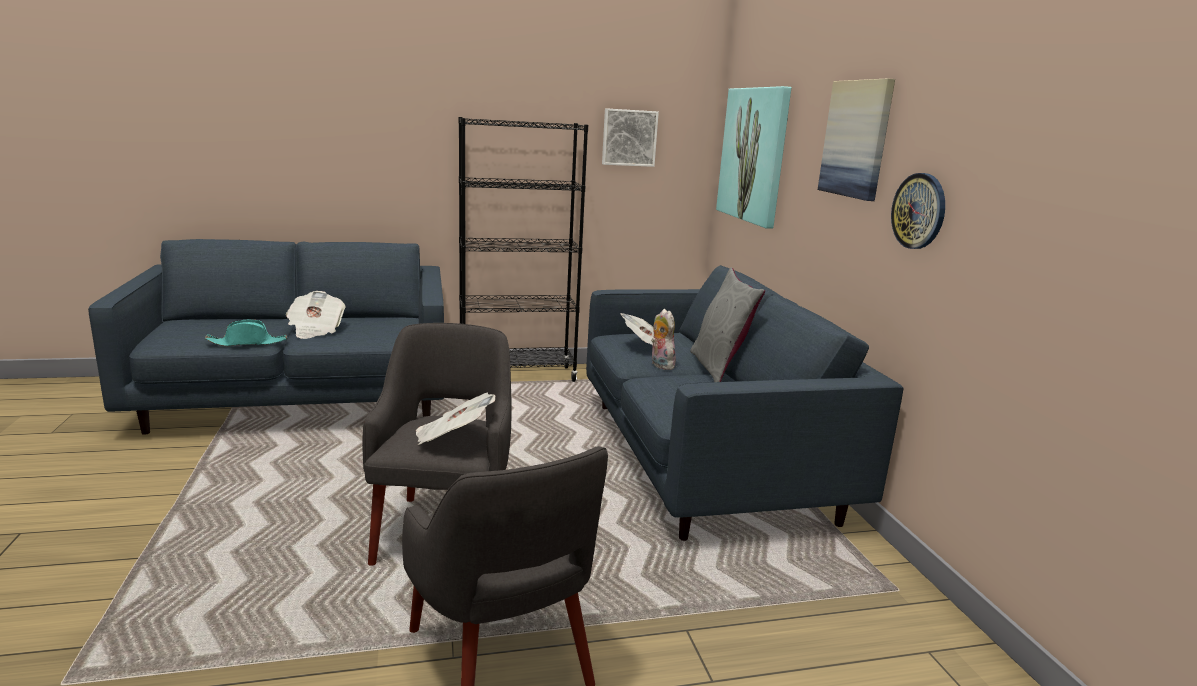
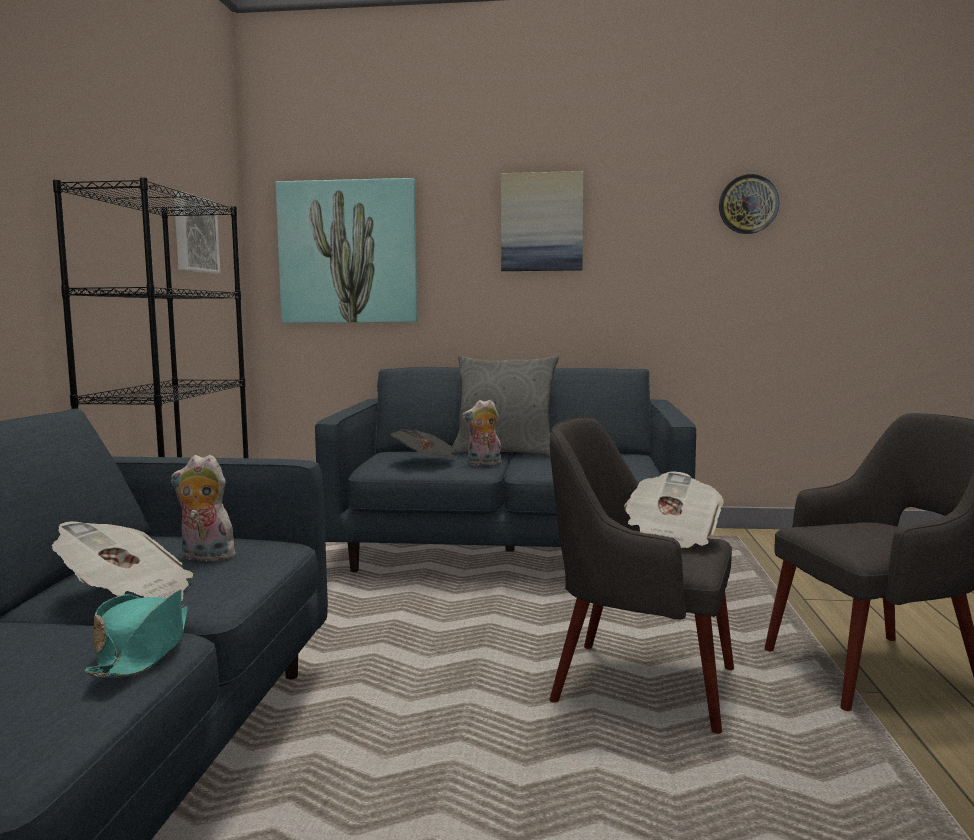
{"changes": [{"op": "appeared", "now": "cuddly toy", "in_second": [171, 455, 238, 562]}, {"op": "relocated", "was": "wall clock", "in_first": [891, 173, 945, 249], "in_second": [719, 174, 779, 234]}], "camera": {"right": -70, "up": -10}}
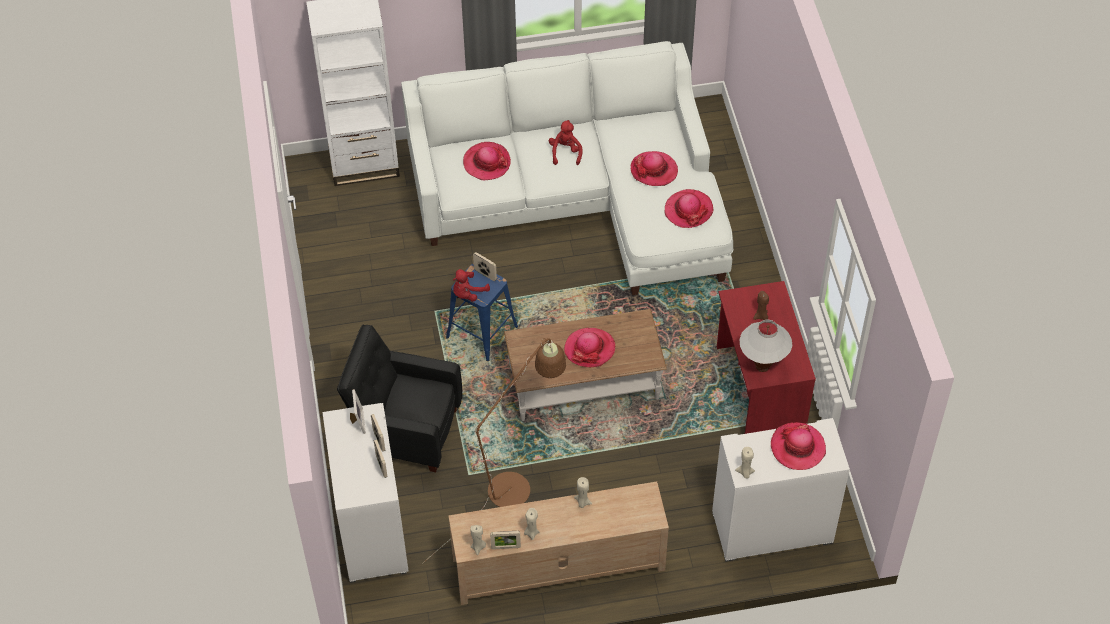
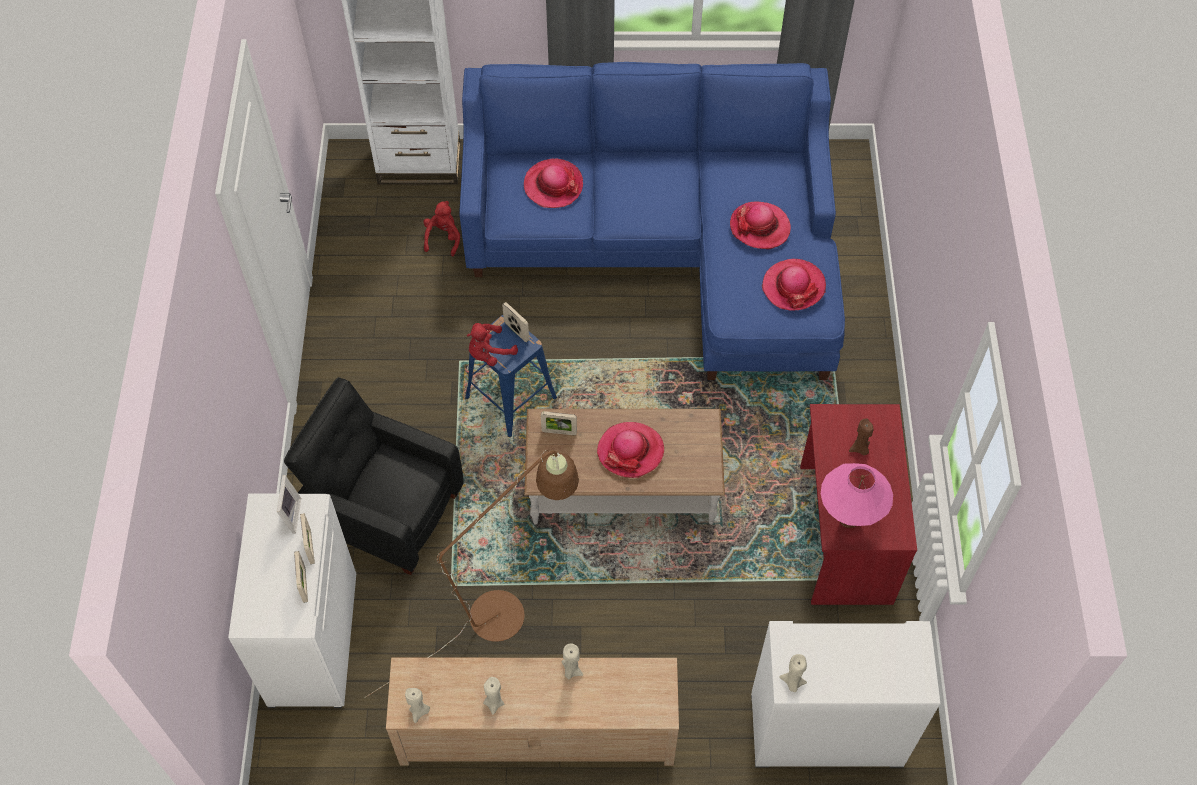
{"changes": [{"op": "missing", "was": "wearable hat", "in_first": [771, 422, 826, 470]}, {"op": "relocated", "was": "standing frame", "in_first": [490, 531, 521, 549], "in_second": [541, 411, 577, 435]}, {"op": "relocated", "was": "cuddly toy (red)", "in_first": [549, 120, 582, 165], "in_second": [423, 201, 460, 256]}, {"op": "colour", "was": "settee (whitish)", "now": "settee (bluish)", "in_first": [401, 41, 733, 295], "in_second": [459, 62, 845, 380]}, {"op": "colour", "was": "tabletop lamp (whitish)", "now": "tabletop lamp (pink-coloured)", "in_first": [739, 320, 792, 372], "in_second": [821, 463, 893, 528]}], "camera": {"right": 10, "up": 5}}
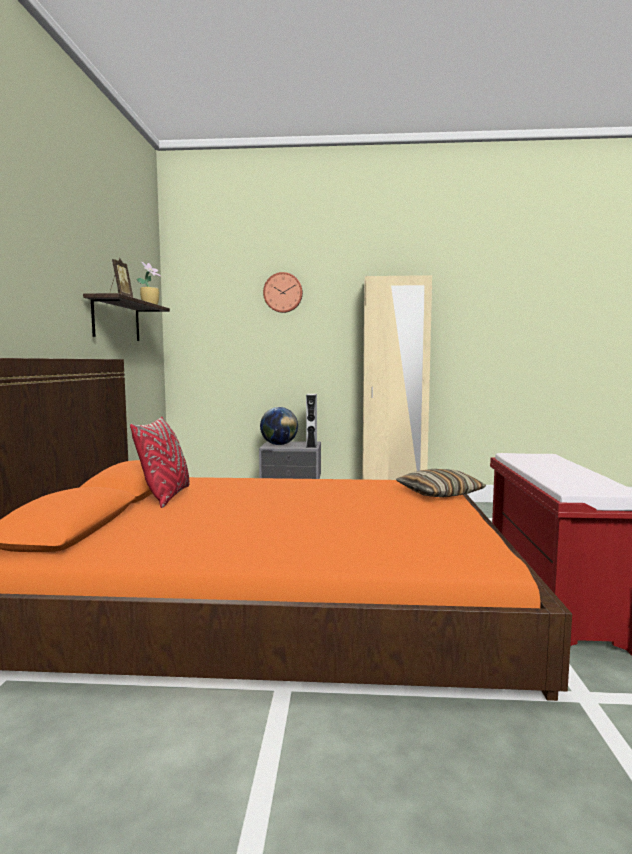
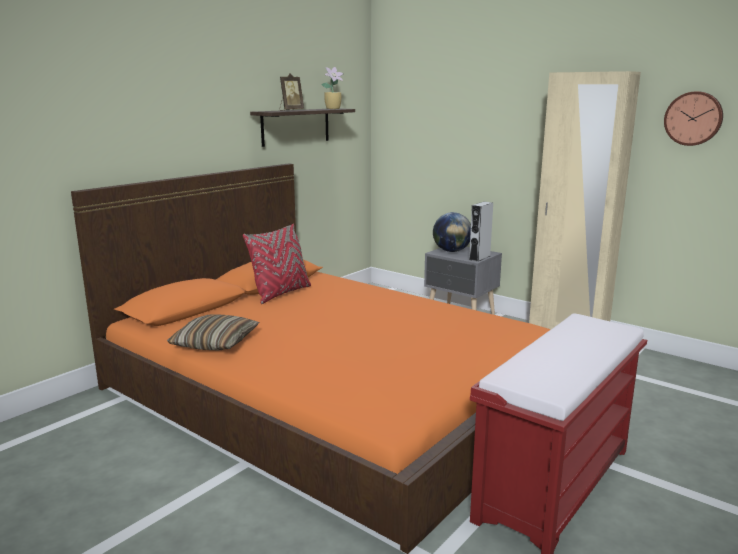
{"changes": [{"op": "relocated", "was": "wall clock", "in_first": [263, 272, 303, 313], "in_second": [664, 91, 723, 146]}, {"op": "relocated", "was": "cushion", "in_first": [396, 469, 486, 497], "in_second": [167, 314, 259, 350]}], "camera": {"right": 35, "up": 10}}
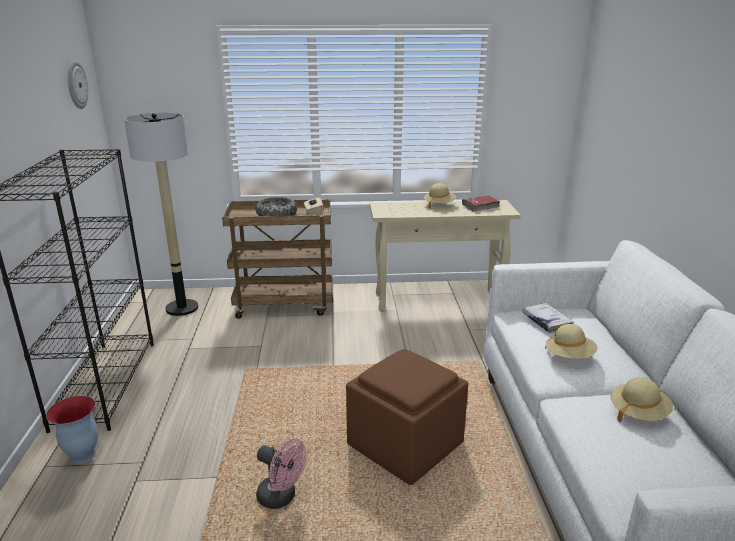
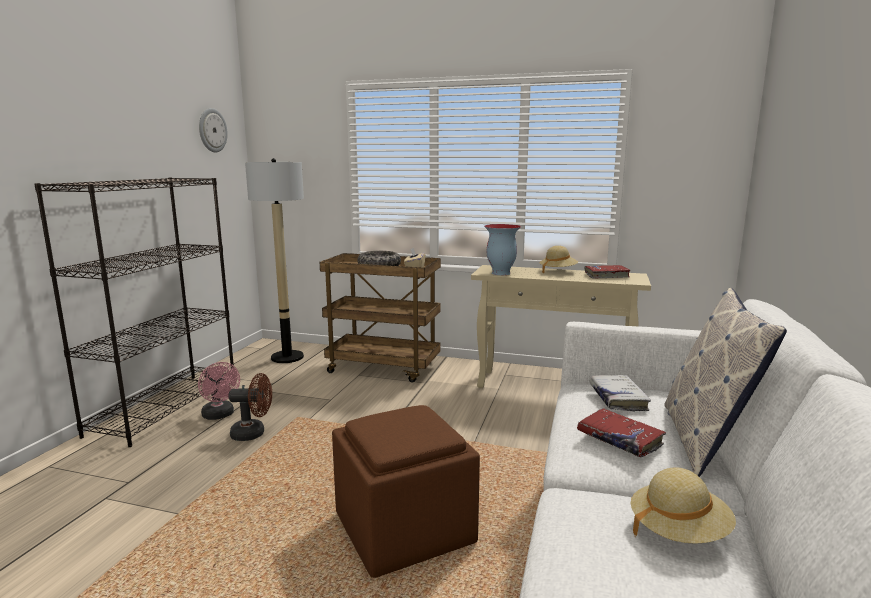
{"changes": [{"op": "appeared", "now": "electric fan (brownish)", "in_second": [228, 373, 272, 441]}, {"op": "appeared", "now": "cushion", "in_second": [664, 288, 787, 477]}, {"op": "relocated", "was": "vase", "in_first": [46, 396, 98, 464], "in_second": [484, 224, 521, 275]}, {"op": "relocated", "was": "electric fan (pink-coloured)", "in_first": [256, 438, 306, 509], "in_second": [198, 362, 240, 420]}, {"op": "exchanged", "was": "wearable hat (sand-coloured)", "now": "bound book (red)", "in_first": [545, 324, 597, 359], "in_second": [577, 408, 666, 458]}], "camera": {"right": 20, "up": -10}}
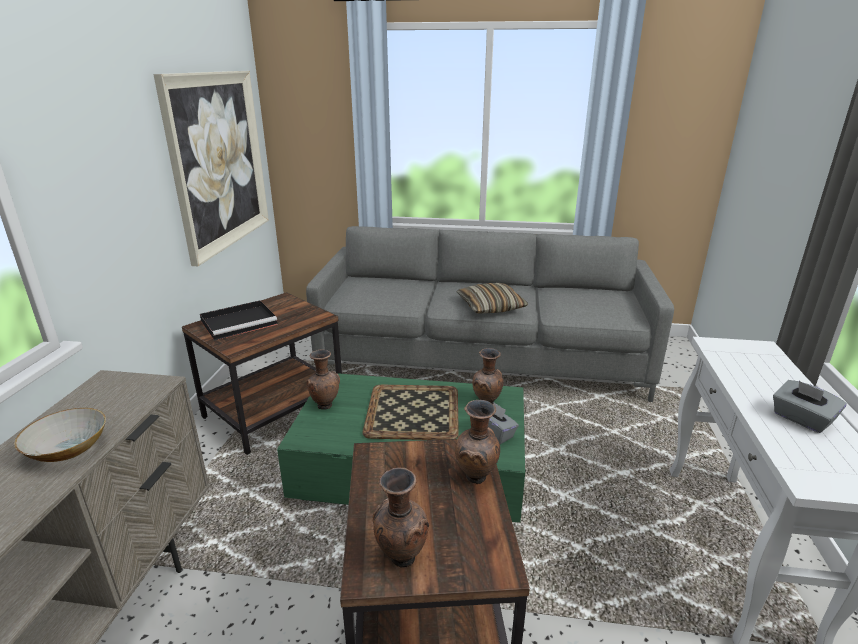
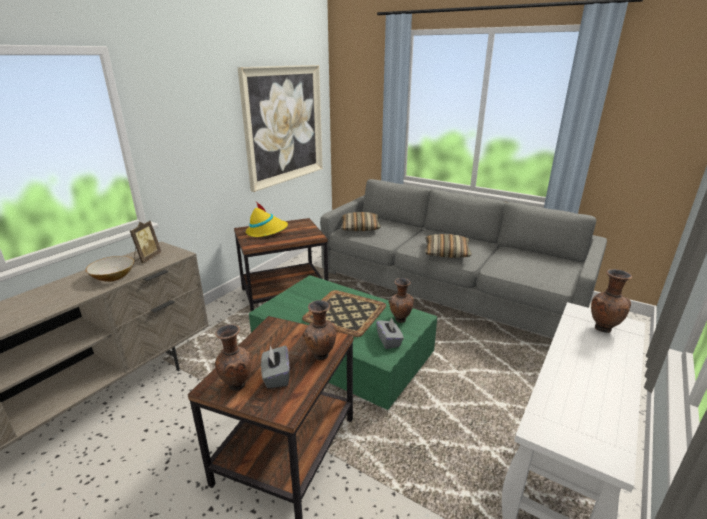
{"changes": [{"op": "appeared", "now": "standing frame", "in_second": [130, 221, 161, 263]}, {"op": "appeared", "now": "cushion", "in_second": [340, 212, 381, 231]}, {"op": "relocated", "was": "vase (brownish)", "in_first": [306, 350, 340, 410], "in_second": [591, 269, 632, 333]}, {"op": "relocated", "was": "box of tissues (greyish)", "in_first": [773, 380, 847, 433], "in_second": [261, 345, 289, 388]}, {"op": "exchanged", "was": "tray (black-coloured)", "now": "wearable hat (yellowish)", "in_first": [200, 301, 278, 341], "in_second": [246, 203, 288, 237]}], "camera": {"right": 25, "up": 0}}
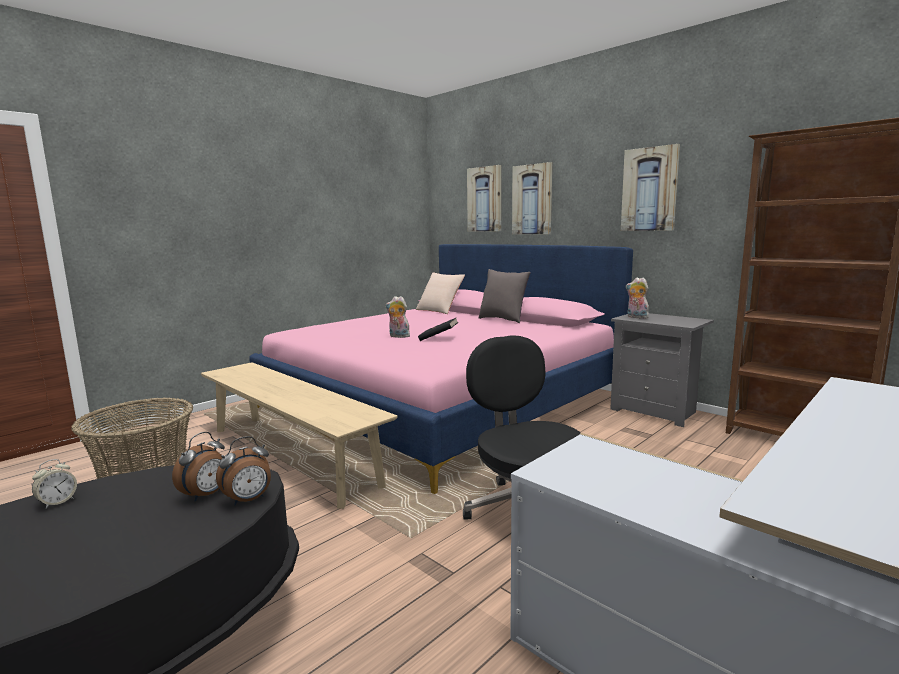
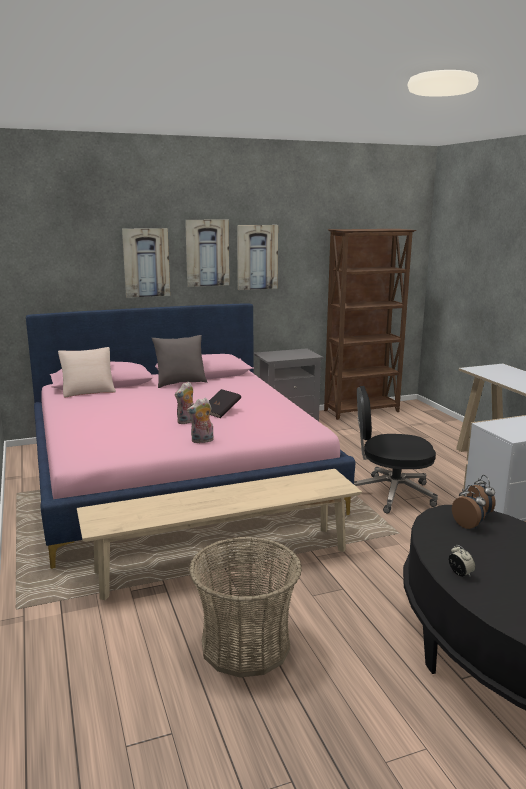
{"changes": [{"op": "relocated", "was": "wall picture", "in_first": [467, 165, 501, 232], "in_second": [185, 220, 229, 287]}, {"op": "relocated", "was": "cuddly toy", "in_first": [626, 277, 649, 319], "in_second": [187, 398, 214, 443]}], "camera": {"right": -65, "up": 5}}
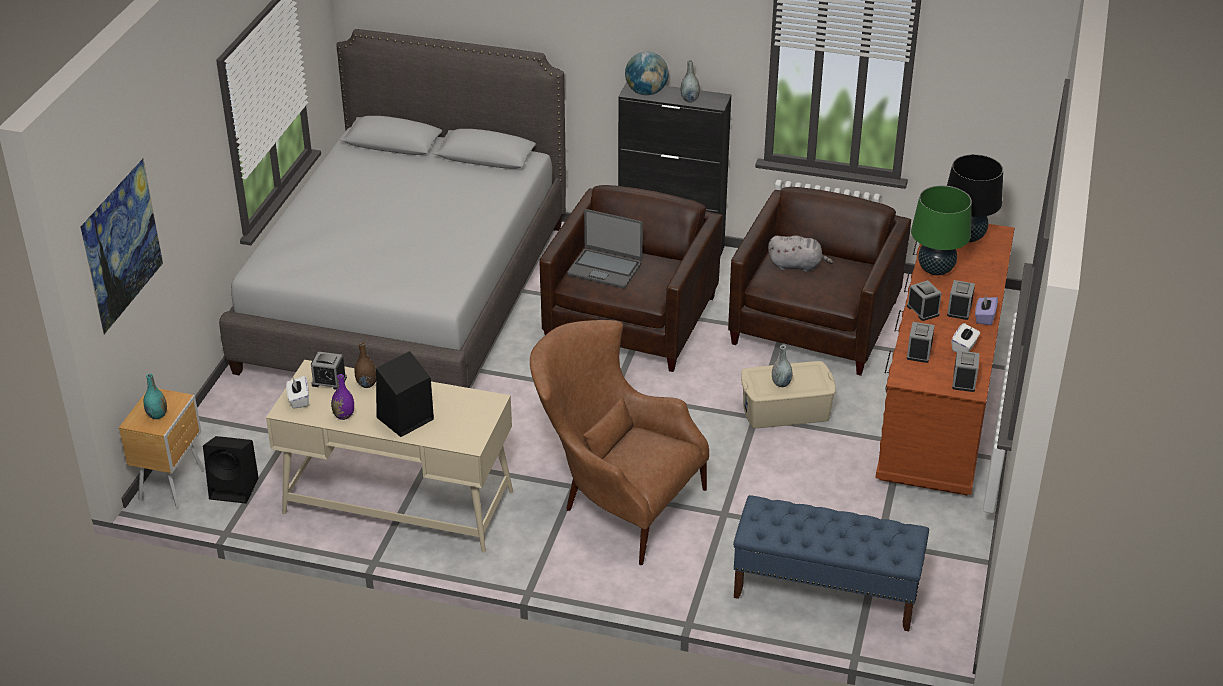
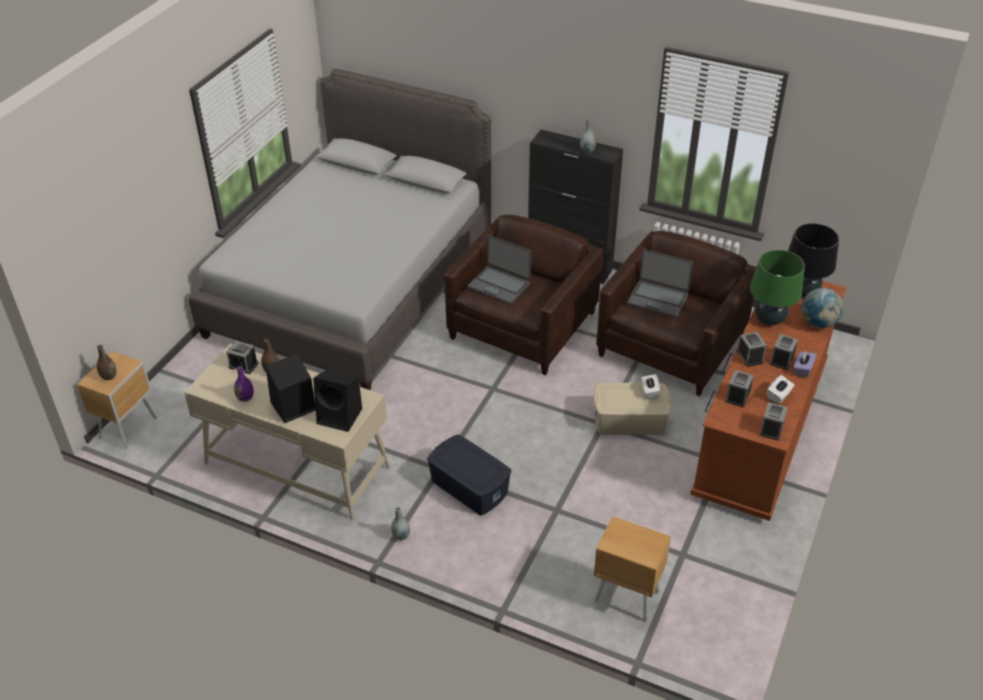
{"changes": [{"op": "missing", "was": "wall picture", "in_first": [80, 159, 163, 334]}, {"op": "relocated", "was": "speaker (black-coloured)", "in_first": [203, 436, 259, 504], "in_second": [313, 369, 362, 432]}, {"op": "relocated", "was": "box of tissues (whitish)", "in_first": [286, 376, 309, 409], "in_second": [641, 374, 660, 399]}, {"op": "relocated", "was": "world globe", "in_first": [625, 52, 669, 95], "in_second": [801, 288, 844, 328]}, {"op": "relocated", "was": "vase (greyish)", "in_first": [772, 345, 793, 387], "in_second": [391, 507, 410, 540]}, {"op": "exchanged", "was": "easy chair (brownish)", "now": "storage box (bluish)", "in_first": [530, 320, 709, 565], "in_second": [427, 435, 511, 515]}, {"op": "exchanged", "was": "indoor bench (bluish)", "now": "night table (brownish)", "in_first": [733, 495, 929, 631], "in_second": [594, 515, 671, 621]}, {"op": "exchanged", "was": "cuddly toy (greyish)", "now": "laptop", "in_first": [768, 235, 833, 272], "in_second": [627, 249, 693, 317]}, {"op": "colour", "was": "vase (turquoise-coloured)", "now": "vase (brownish)", "in_first": [144, 374, 167, 419], "in_second": [97, 345, 117, 380]}], "camera": {"right": 10, "up": 5}}
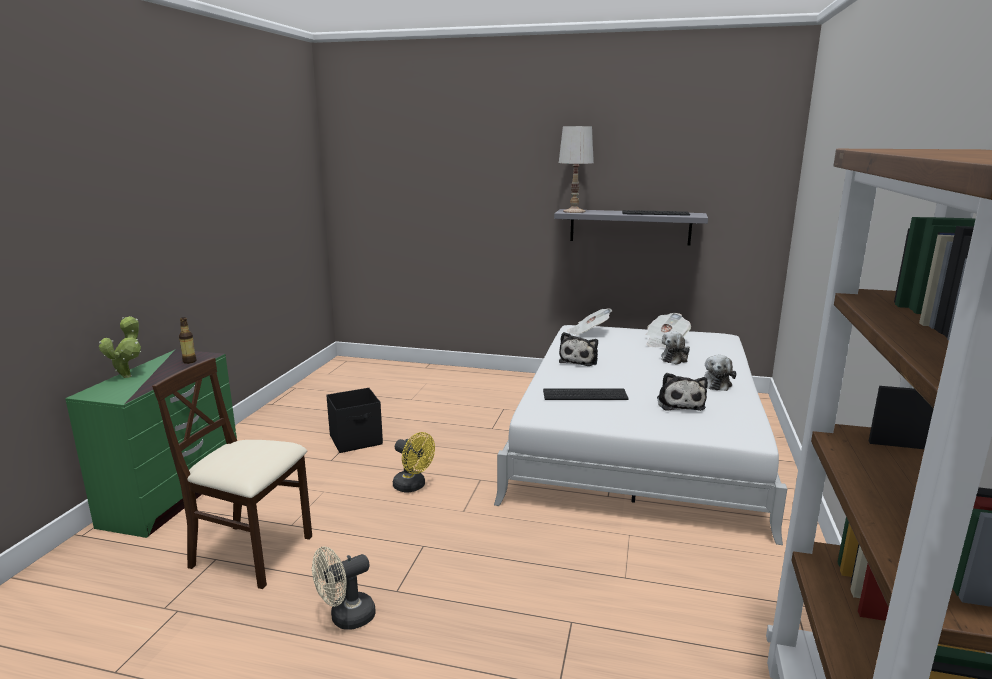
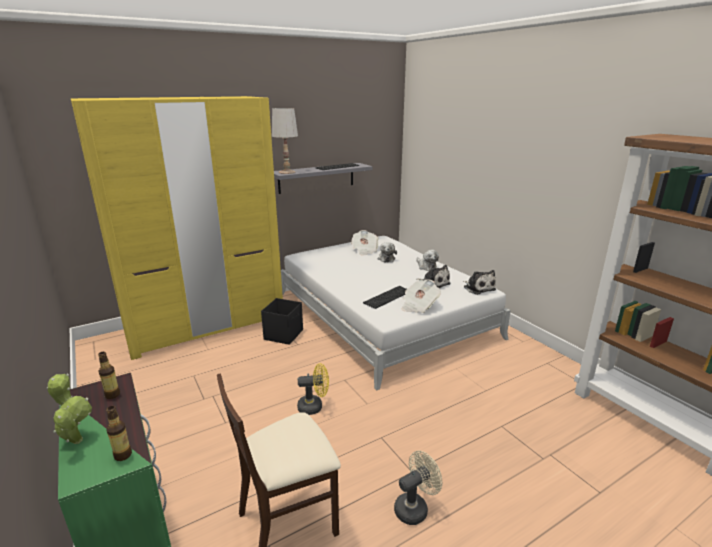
{"changes": [{"op": "appeared", "now": "wardrobe (yellowish)", "in_second": [71, 96, 283, 360]}, {"op": "appeared", "now": "drink bottle", "in_second": [106, 406, 132, 461]}, {"op": "relocated", "was": "storage box (black-coloured)", "in_first": [326, 388, 383, 453], "in_second": [261, 298, 303, 345]}, {"op": "relocated", "was": "cuddly toy", "in_first": [559, 332, 598, 366], "in_second": [463, 270, 496, 295]}, {"op": "relocated", "was": "newspaper", "in_first": [567, 308, 612, 335], "in_second": [401, 279, 441, 313]}, {"op": "spun", "was": "electric fan (sand-coloured)", "in_first": [312, 546, 375, 629], "in_second": [394, 451, 442, 525], "clockwise": -135}], "camera": {"right": -45, "up": 5}}
